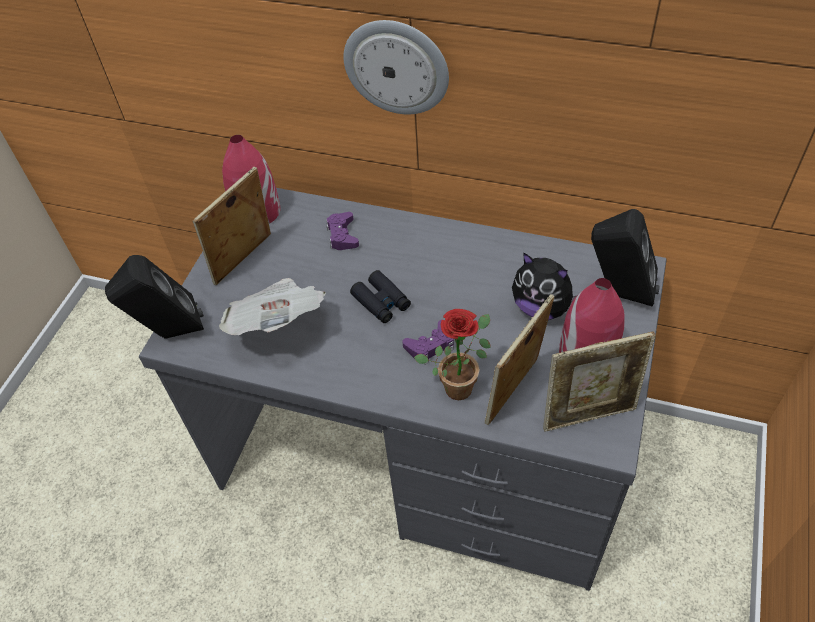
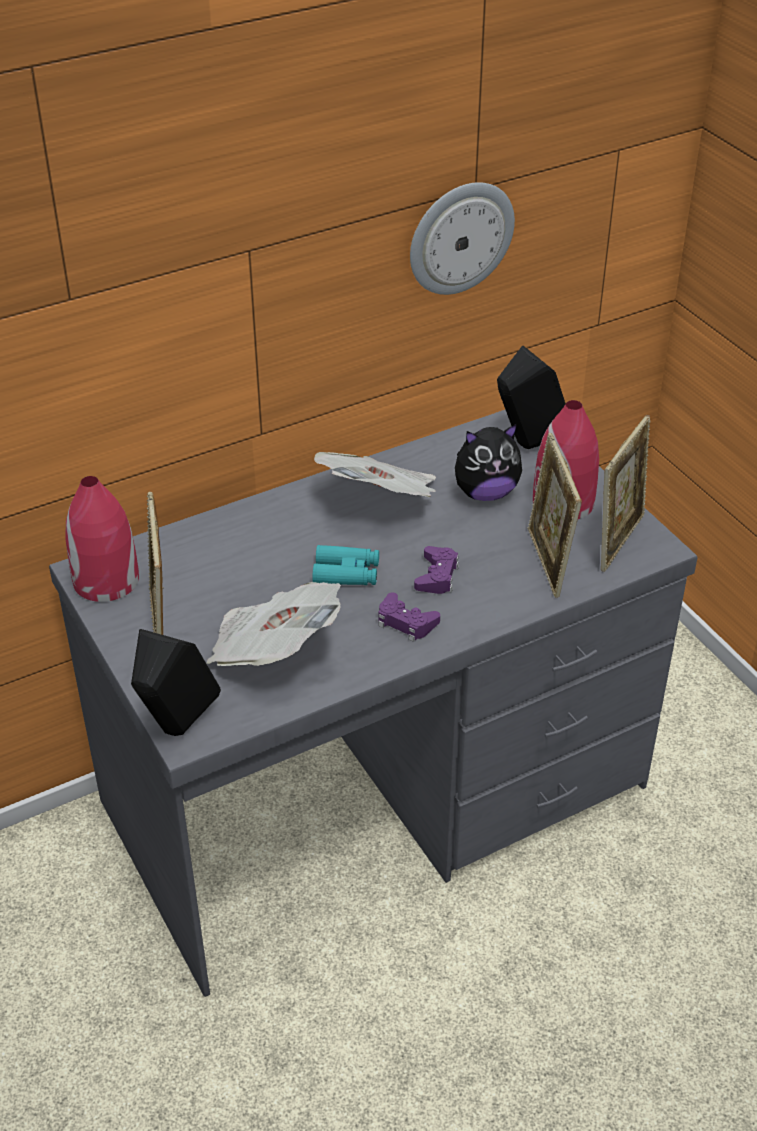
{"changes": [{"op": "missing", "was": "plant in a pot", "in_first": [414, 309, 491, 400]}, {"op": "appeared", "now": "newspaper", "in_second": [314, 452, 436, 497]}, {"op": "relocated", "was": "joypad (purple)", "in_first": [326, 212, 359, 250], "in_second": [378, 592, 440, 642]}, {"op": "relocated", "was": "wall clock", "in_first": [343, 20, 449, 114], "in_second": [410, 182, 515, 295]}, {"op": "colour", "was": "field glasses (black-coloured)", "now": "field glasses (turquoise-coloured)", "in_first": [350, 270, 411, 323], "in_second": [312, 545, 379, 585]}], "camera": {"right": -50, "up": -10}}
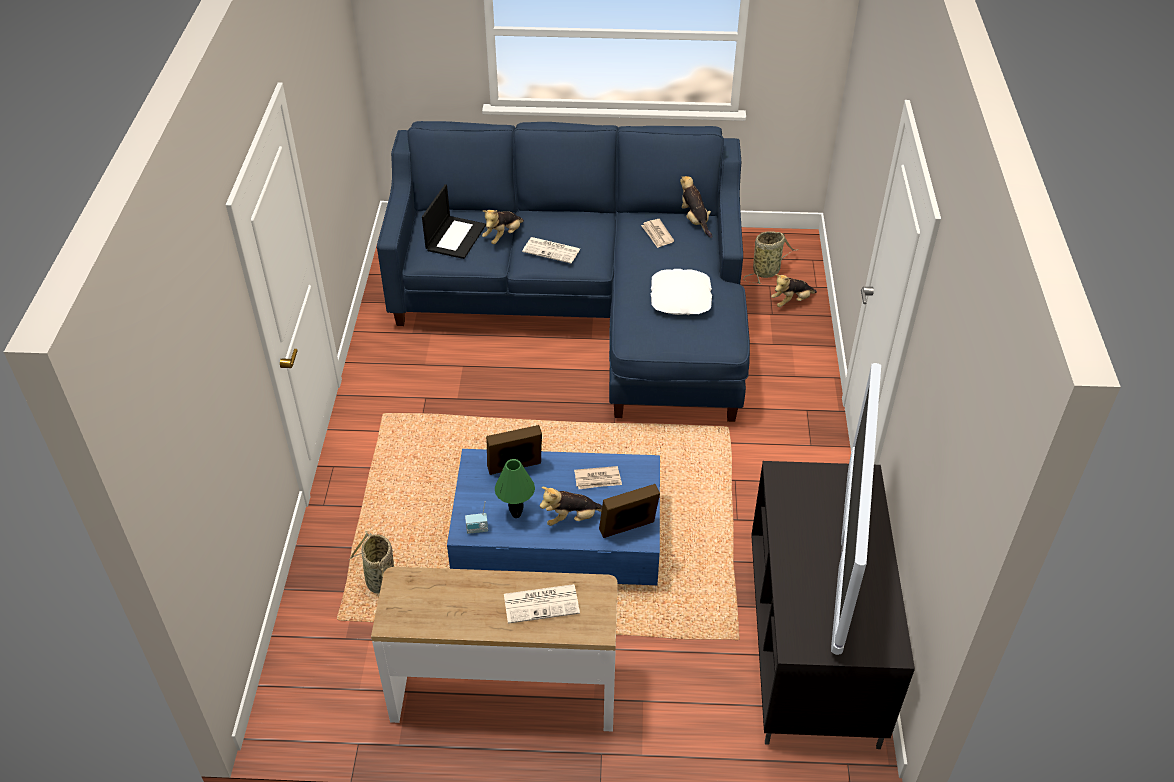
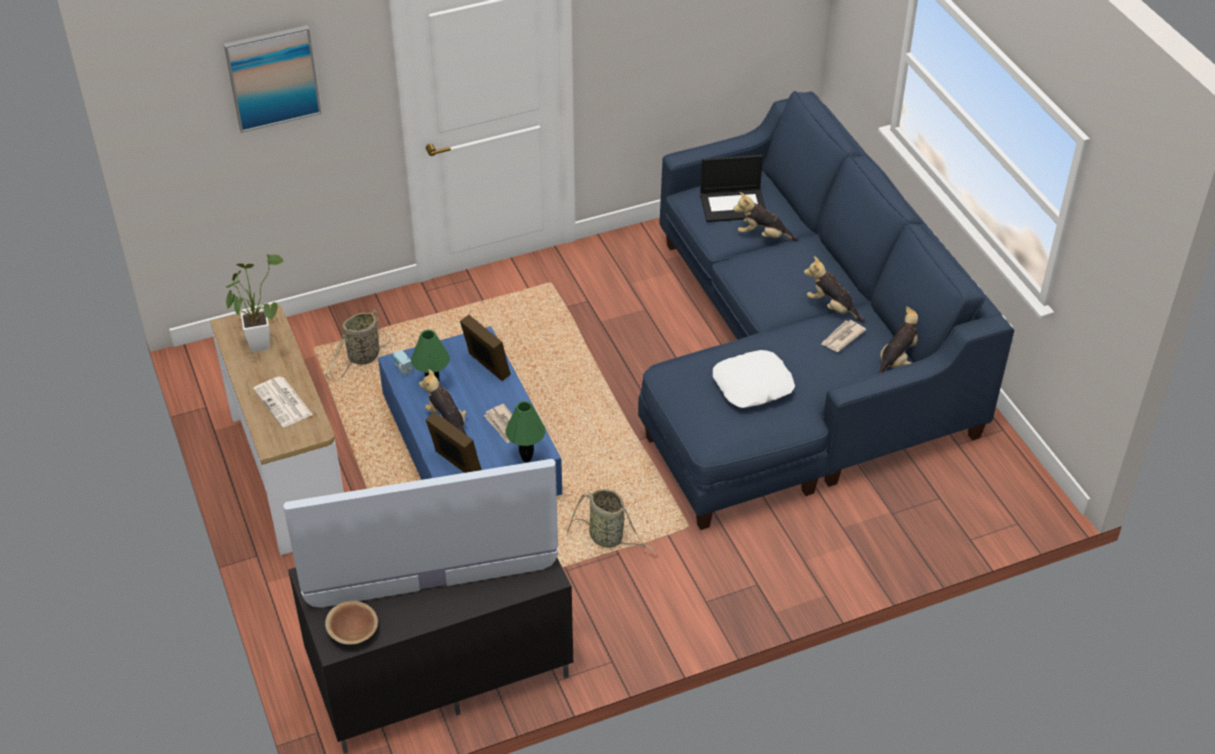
{"changes": [{"op": "missing", "was": "newspaper", "in_first": [522, 237, 580, 263]}, {"op": "appeared", "now": "wall picture", "in_second": [224, 25, 322, 133]}, {"op": "appeared", "now": "plant in a pot", "in_second": [226, 254, 284, 352]}, {"op": "appeared", "now": "deep dish (brownish)", "in_second": [325, 601, 378, 645]}, {"op": "appeared", "now": "tabletop lamp (green-coloured)", "in_second": [505, 401, 546, 462]}, {"op": "relocated", "was": "storage basket", "in_first": [743, 231, 798, 284], "in_second": [567, 489, 656, 552]}, {"op": "relocated", "was": "cuddly toy", "in_first": [771, 274, 817, 307], "in_second": [804, 256, 865, 323]}], "camera": {"right": 65, "up": 0}}
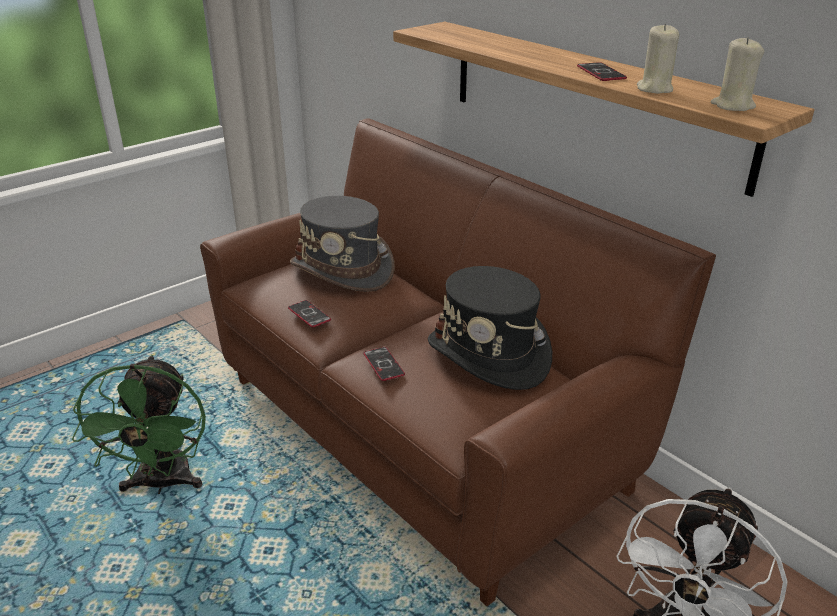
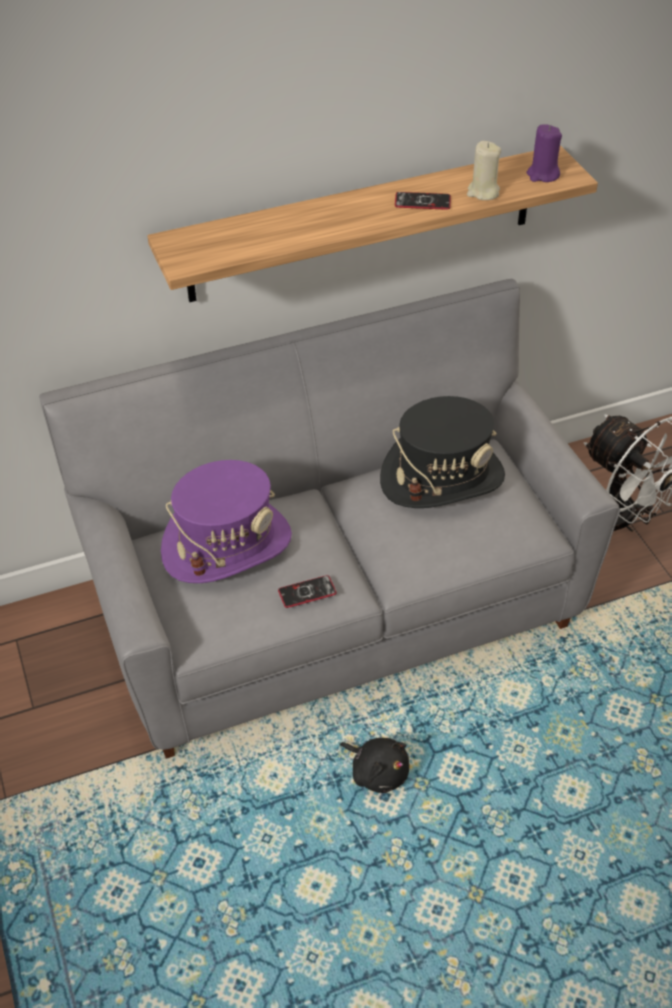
{"changes": [{"op": "missing", "was": "electric fan (green-coloured)", "in_first": [72, 355, 206, 494]}, {"op": "missing", "was": "telephone", "in_first": [363, 347, 405, 381]}, {"op": "appeared", "now": "cuddly toy (black-coloured)", "in_second": [340, 738, 409, 793]}, {"op": "colour", "was": "settee (brownish)", "now": "settee (greyish)", "in_first": [200, 118, 716, 606], "in_second": [39, 279, 620, 759]}, {"op": "colour", "was": "wearable hat (greyish)", "now": "wearable hat (purple)", "in_first": [290, 196, 395, 292], "in_second": [161, 460, 292, 583]}, {"op": "colour", "was": "wax candle (sand-coloured)", "now": "wax candle (purple)", "in_first": [711, 37, 764, 111], "in_second": [527, 124, 562, 182]}], "camera": {"right": -70, "up": 15}}
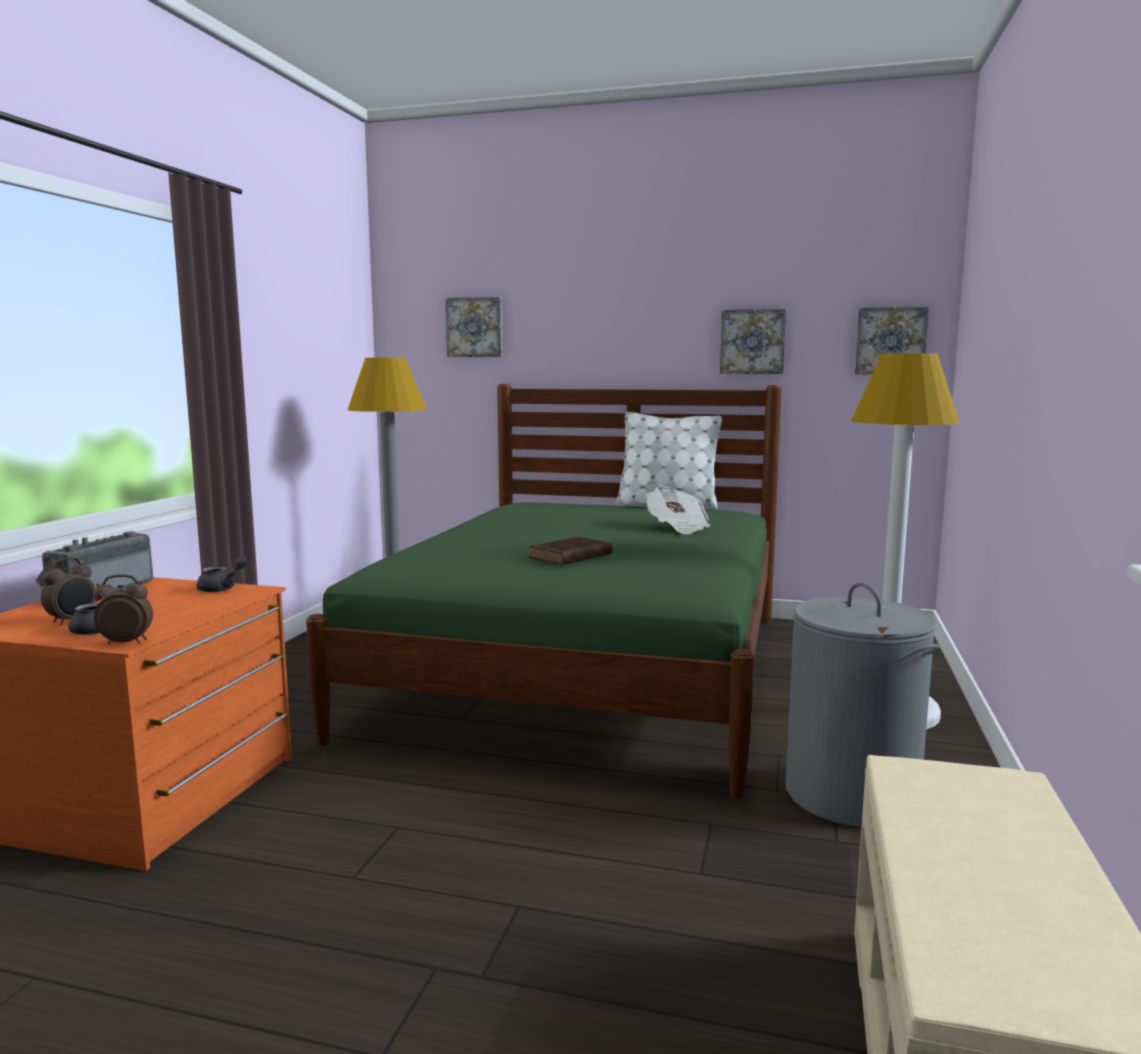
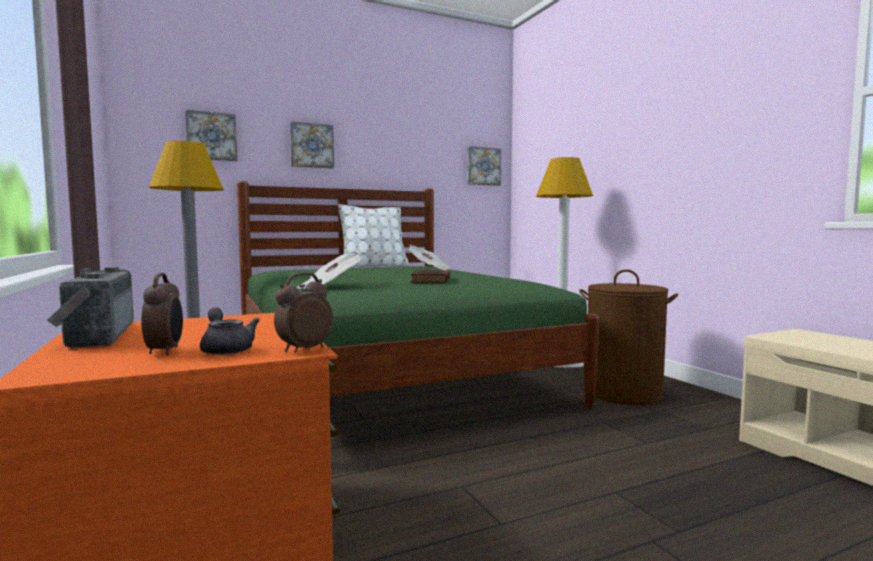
{"changes": [{"op": "missing", "was": "tea pot (greyish)", "in_first": [197, 557, 247, 592]}, {"op": "appeared", "now": "newspaper", "in_second": [297, 251, 361, 289]}, {"op": "relocated", "was": "wall picture", "in_first": [720, 309, 786, 374], "in_second": [290, 121, 334, 169]}, {"op": "colour", "was": "hamper (greyish)", "now": "hamper (brownish)", "in_first": [786, 582, 940, 827], "in_second": [579, 269, 678, 405]}], "camera": {"right": -40, "up": -5}}
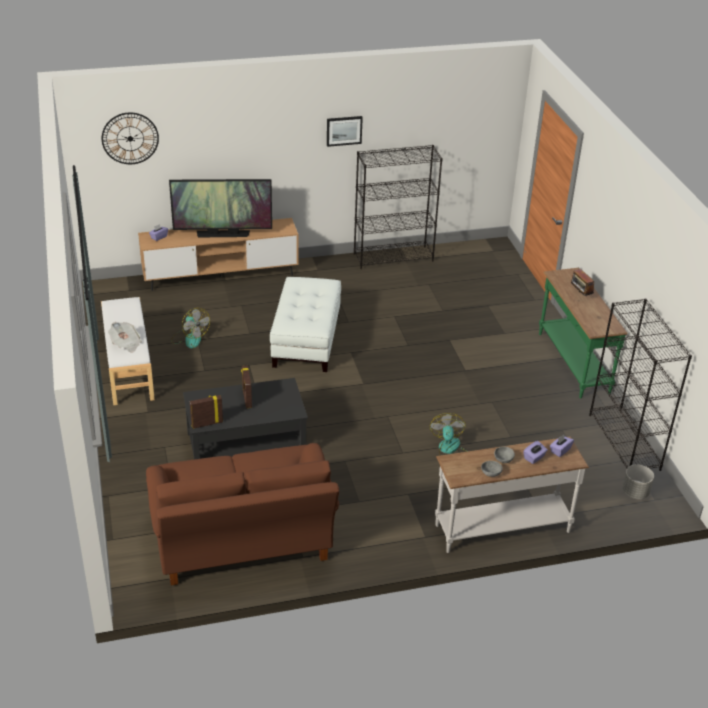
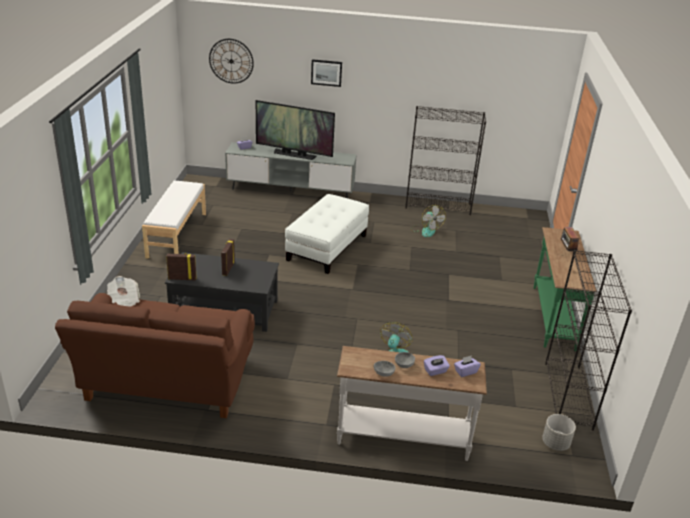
{"changes": [{"op": "relocated", "was": "newspaper", "in_first": [108, 322, 142, 353], "in_second": [107, 276, 140, 307]}, {"op": "relocated", "was": "electric fan", "in_first": [171, 308, 210, 348], "in_second": [411, 205, 446, 237]}, {"op": "relocated", "was": "wall picture", "in_first": [327, 116, 363, 147], "in_second": [311, 59, 342, 87]}, {"op": "colour", "was": "tv unit (brownish)", "now": "tv unit (greyish)", "in_first": [138, 218, 298, 291], "in_second": [225, 142, 356, 198]}], "camera": {"right": 20, "up": -5}}
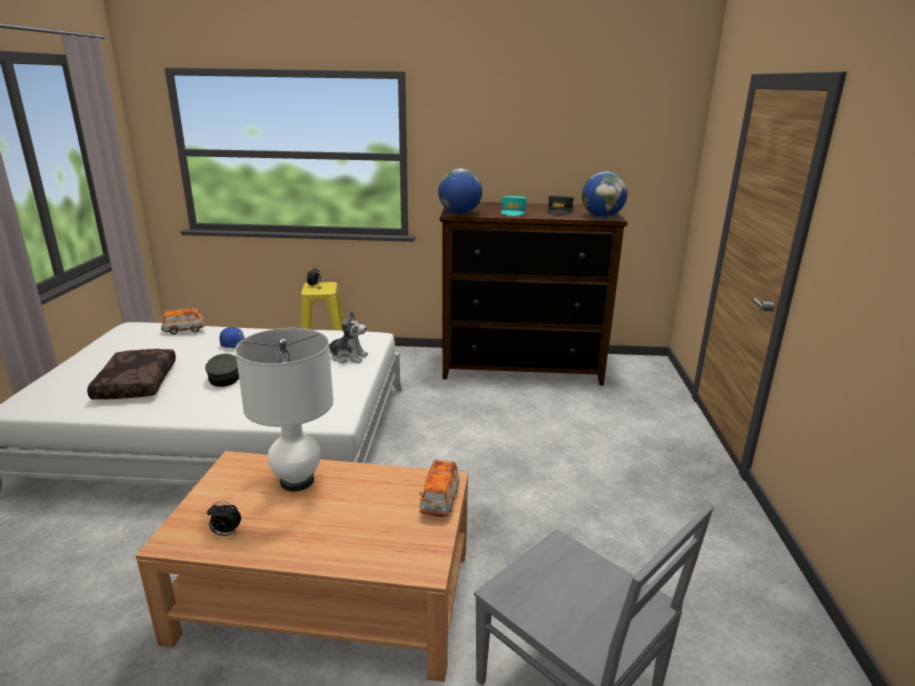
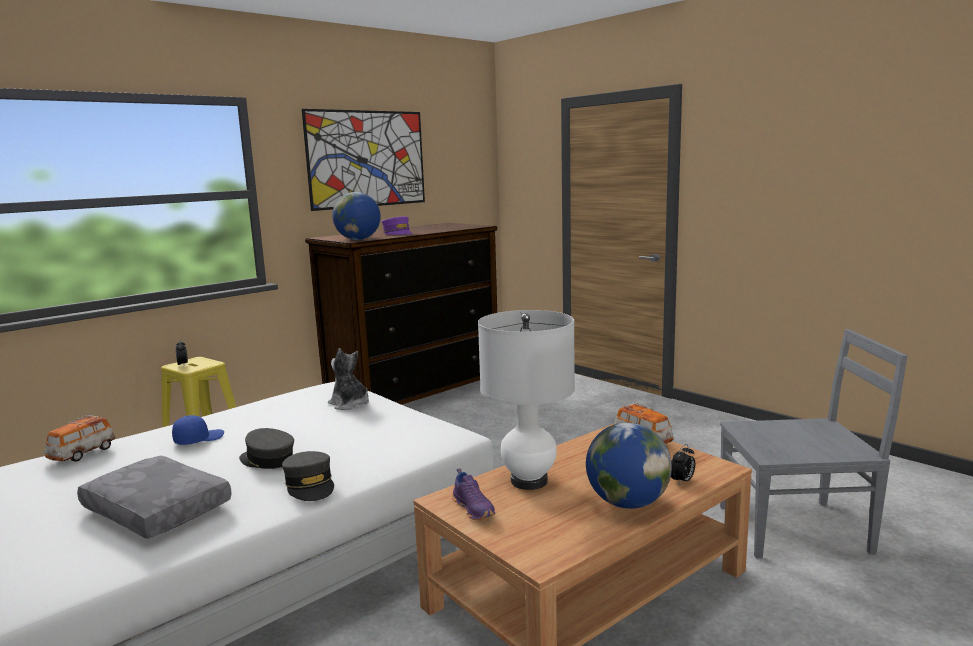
{"changes": [{"op": "appeared", "now": "wall picture", "in_second": [302, 109, 425, 211]}, {"op": "appeared", "now": "shoe (purple)", "in_second": [452, 468, 495, 520]}, {"op": "relocated", "was": "table clock", "in_first": [207, 502, 241, 536], "in_second": [671, 444, 695, 485]}, {"op": "relocated", "was": "peaked cap (greyish)", "in_first": [547, 195, 574, 215], "in_second": [282, 451, 334, 501]}, {"op": "relocated", "was": "world globe", "in_first": [582, 171, 628, 217], "in_second": [586, 423, 672, 509]}, {"op": "colour", "was": "cushion (brownish)", "now": "cushion (greyish)", "in_first": [87, 349, 176, 400], "in_second": [77, 456, 232, 539]}, {"op": "colour", "was": "peaked cap (turquoise-coloured)", "now": "peaked cap (purple)", "in_first": [501, 196, 527, 216], "in_second": [382, 216, 412, 235]}, {"op": "spun", "was": "cuddly toy", "in_first": [329, 311, 368, 363], "in_second": [328, 348, 369, 410], "clockwise": -105}], "camera": {"right": -45, "up": -10}}
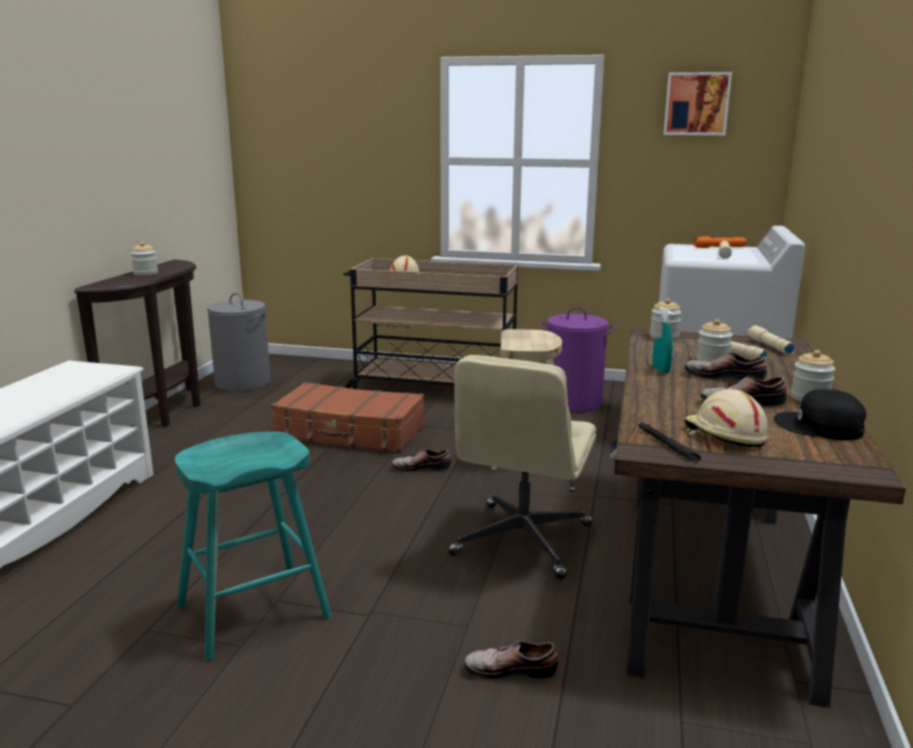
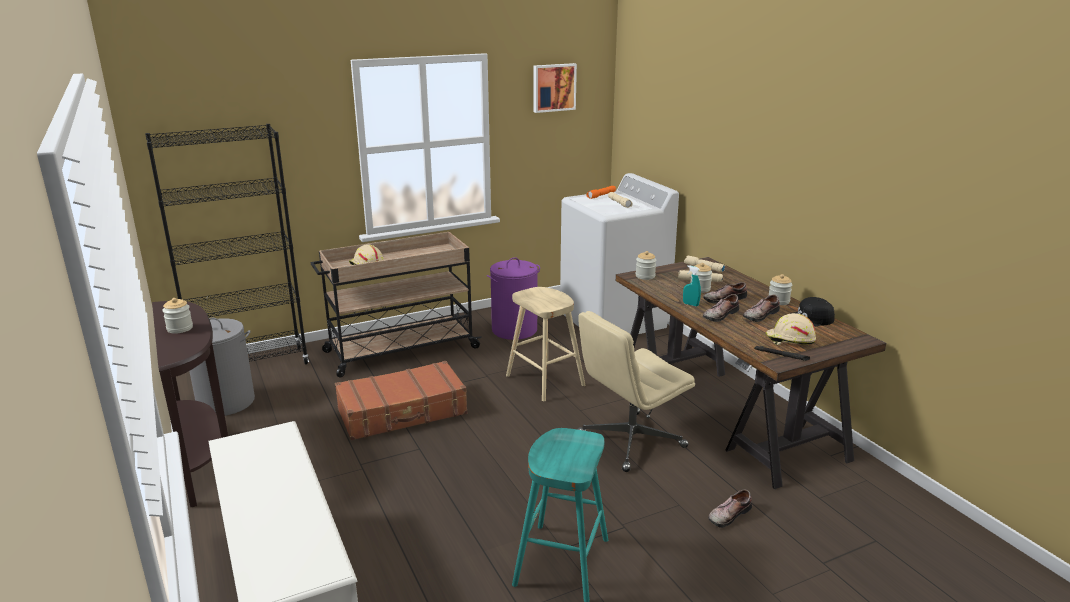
{"changes": [{"op": "appeared", "now": "shelving unit (black-coloured)", "in_second": [145, 124, 309, 364]}, {"op": "relocated", "was": "shoe", "in_first": [392, 449, 451, 472], "in_second": [703, 294, 739, 322]}, {"op": "spun", "was": "desk chair (sand-coloured)", "in_first": [448, 355, 596, 579], "in_second": [577, 311, 695, 472], "clockwise": 75}], "camera": {"right": -40, "up": 5}}
